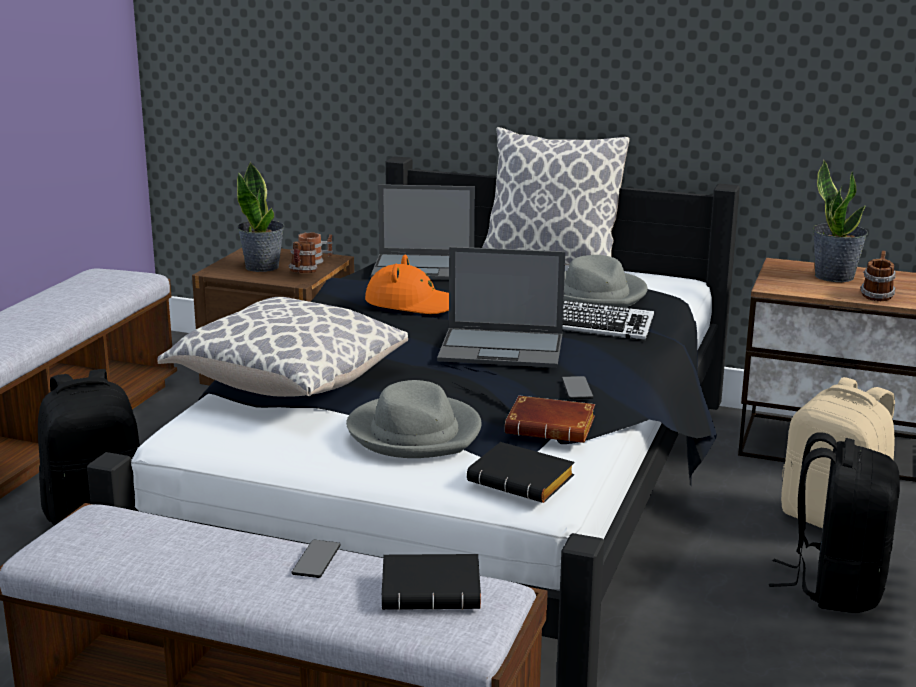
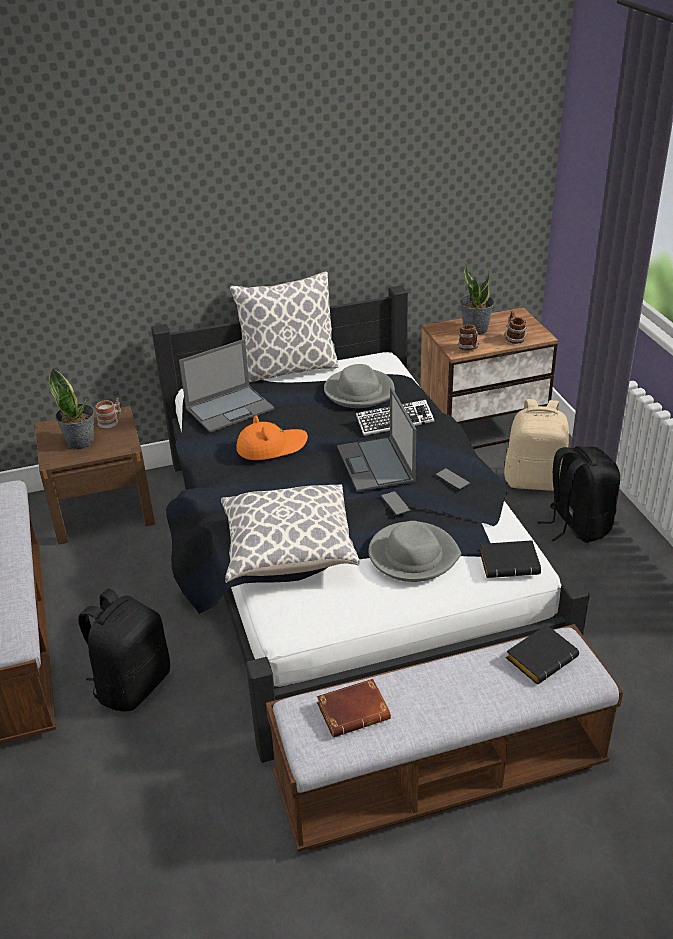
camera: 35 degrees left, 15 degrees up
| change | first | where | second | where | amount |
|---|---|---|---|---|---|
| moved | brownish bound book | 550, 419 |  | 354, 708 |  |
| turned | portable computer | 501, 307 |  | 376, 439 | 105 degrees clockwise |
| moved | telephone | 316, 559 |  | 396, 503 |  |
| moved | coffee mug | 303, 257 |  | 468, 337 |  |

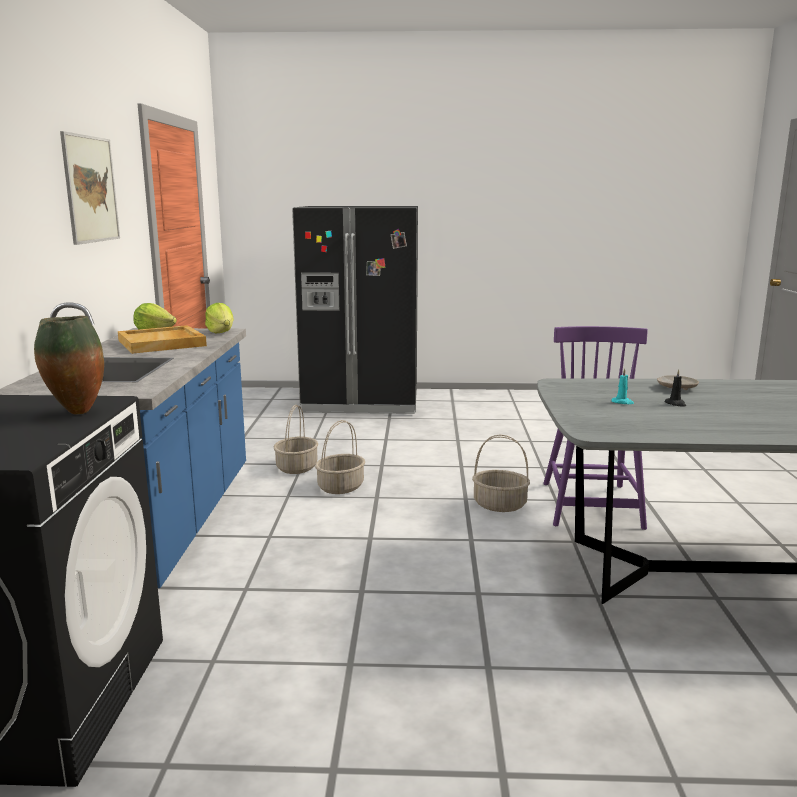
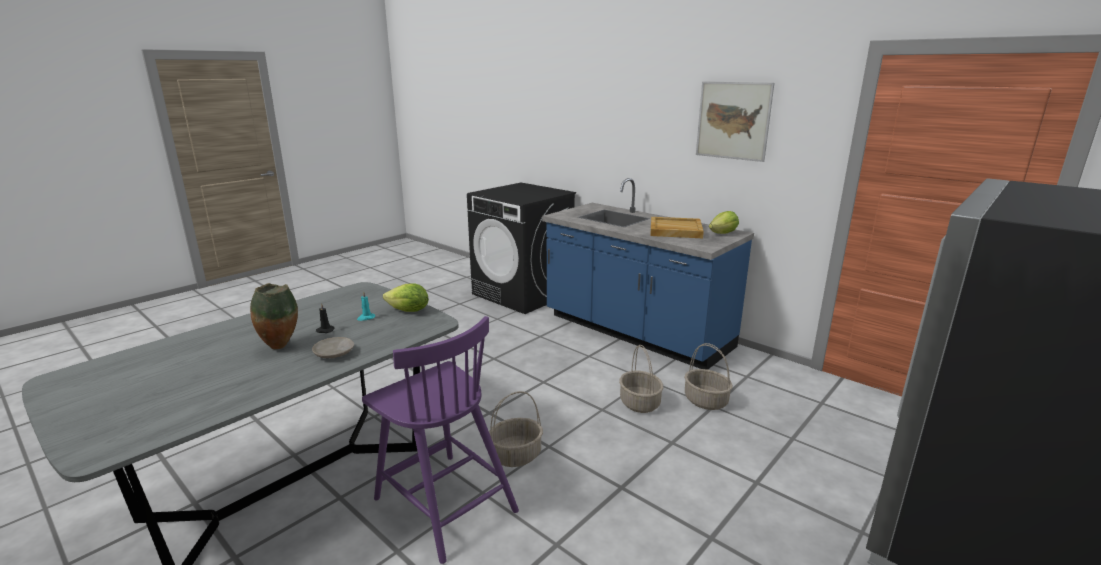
camera: 130 degrees right, 5 degrees up
| change | first | where | second | where | amount |
|---|---|---|---|---|---|
| moved | decorative vase | 69, 365 |  | 274, 316 |  |
| moved | head of lettuce | 219, 318 |  | 406, 297 |  |

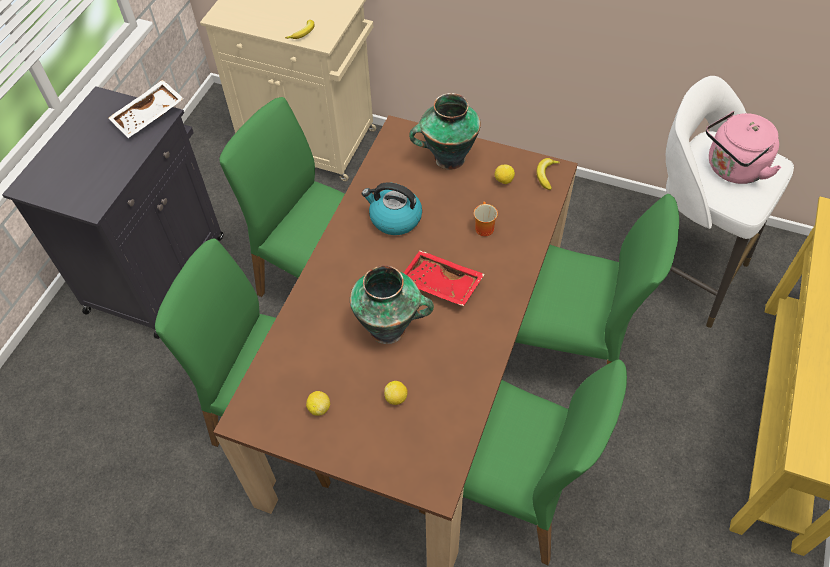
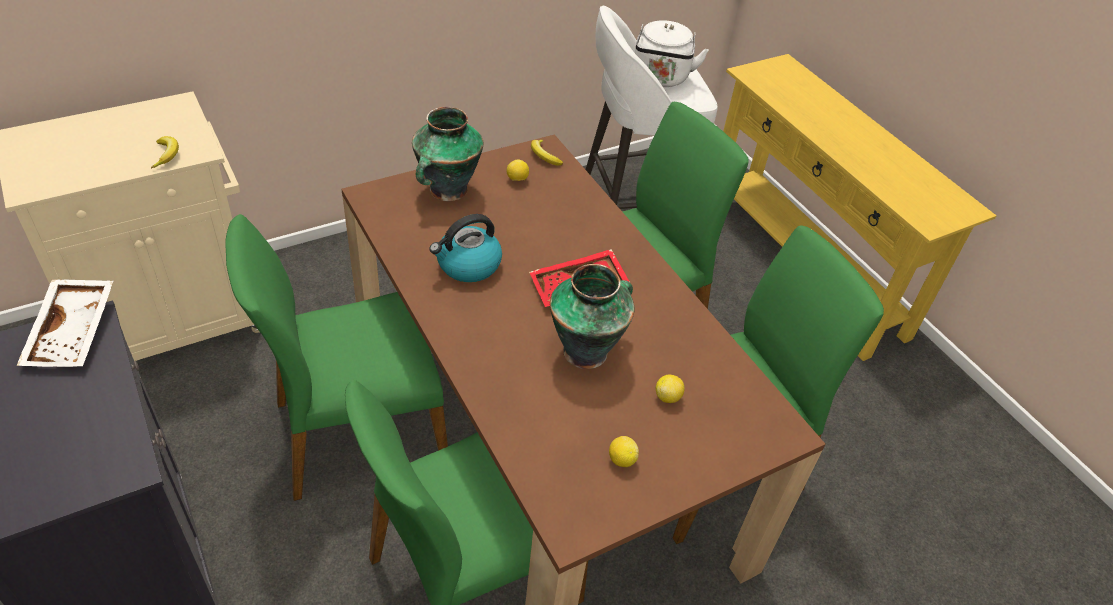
camera: 55 degrees left, 10 degrees down
| change | first | where | second | where | amount |
|---|---|---|---|---|---|
| recoloured | pink-coloured kettle | 743, 147 | white-coloured kettle | 672, 53 |  |
| removed | coffee mug | 486, 219 |  |  |  |

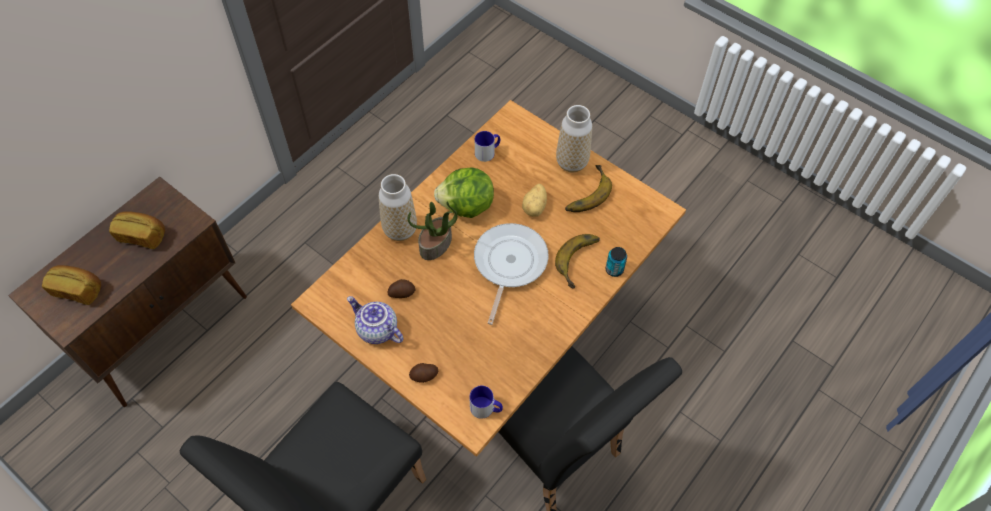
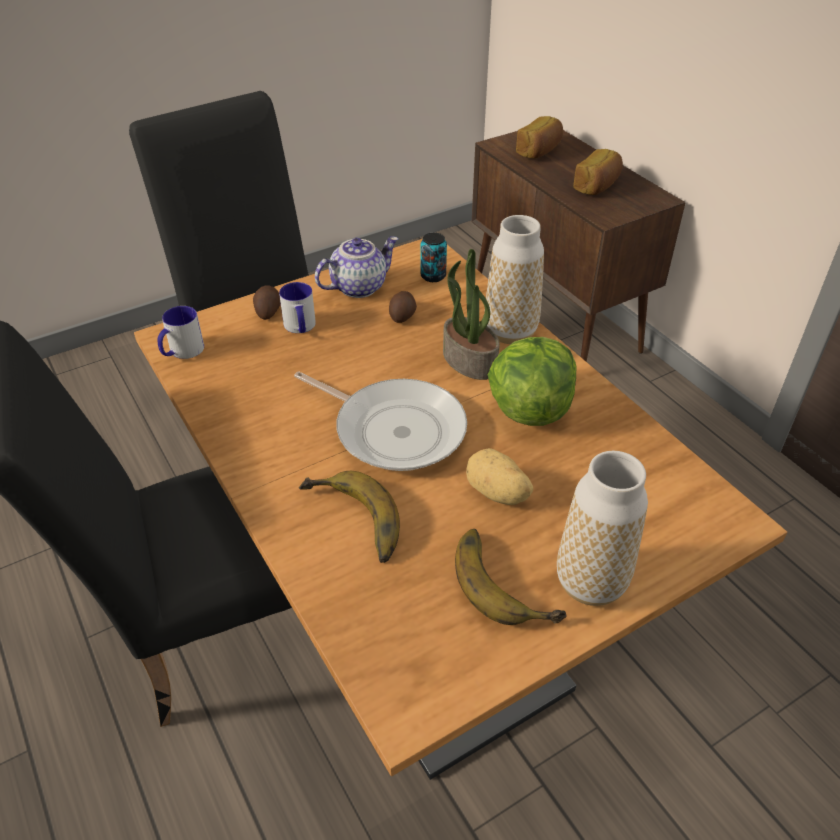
camera: 110 degrees right, 15 degrees down
| change | first | where | second | where | amount |
|---|---|---|---|---|---|
| moved | coffee mug | 487, 146 |  | 297, 307 |  |
| moved | sealed can | 616, 262 |  | 433, 257 |  |

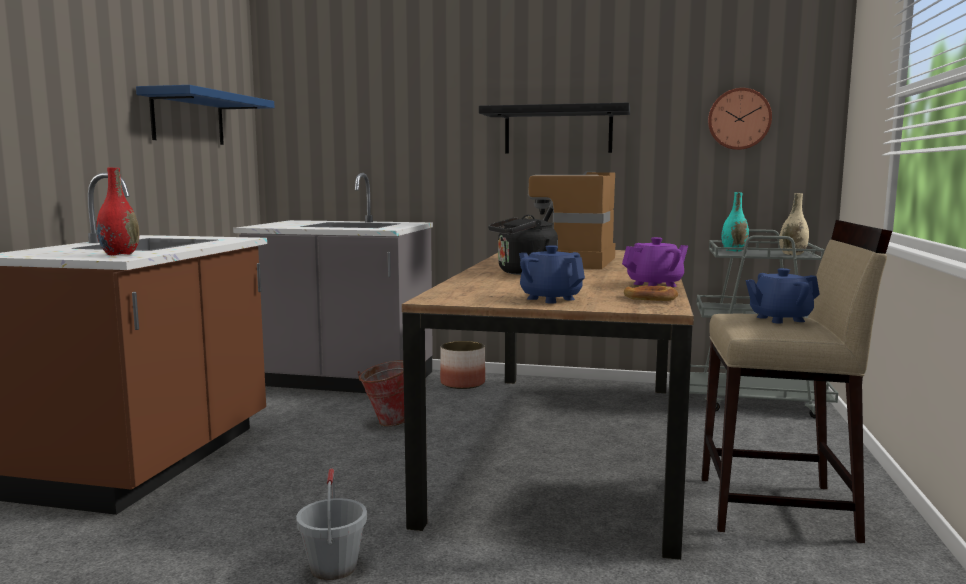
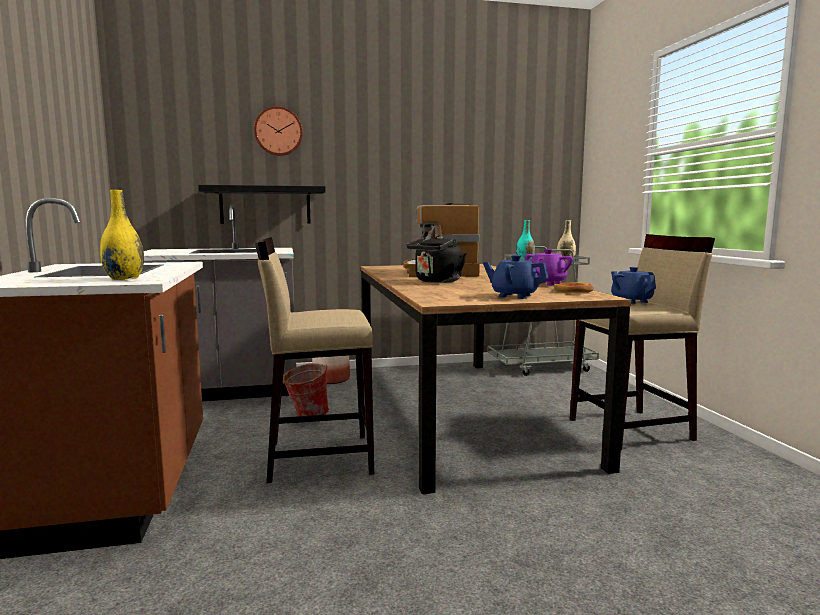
camera: 25 degrees left, 0 degrees up
| change | first | where | second | where | amount |
|---|---|---|---|---|---|
| recoloured | reddish decorative vase | 117, 211 | yellowish decorative vase | 122, 235 |  |
| moved | black wall shelf | 554, 127 |  | 262, 204 |  |
| moved | hanging clock | 740, 119 |  | 278, 131 |  |
| added |  |  | sand-coloured stool seat | 314, 360 |  |
| turned | blue teapot | 783, 296 |  | 633, 285 | 105 degrees clockwise |
| removed | blue wall shelf | 205, 115 |  |  |  |
| removed | grey bucket | 331, 524 |  |  |  |

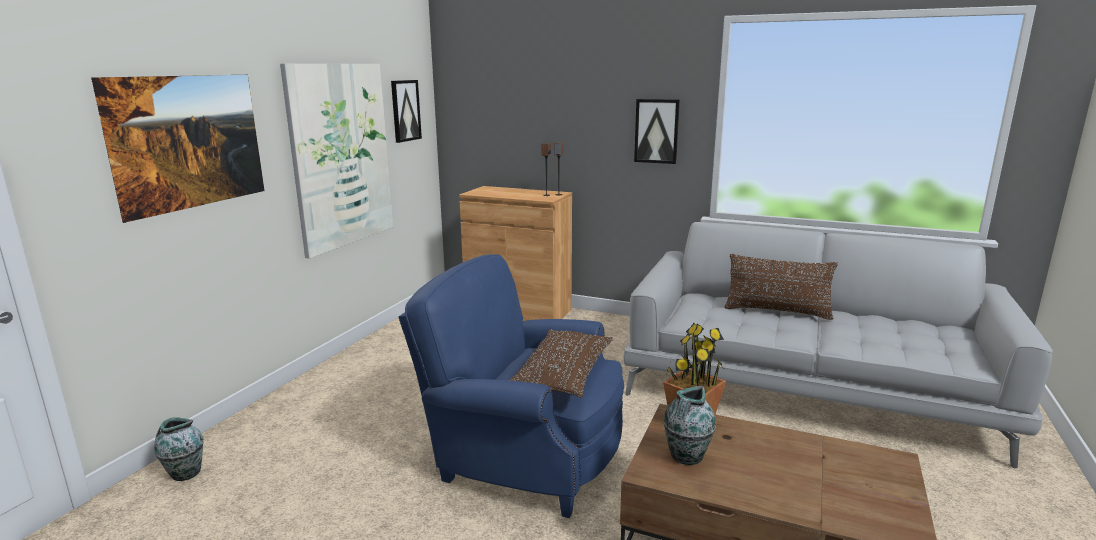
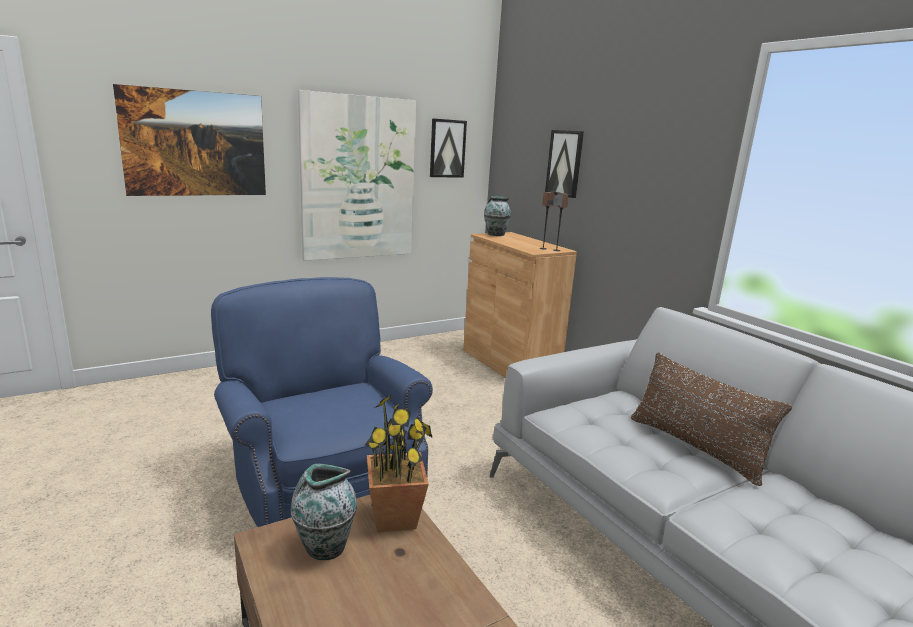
camera: 35 degrees right, 0 degrees up
| change | first | where | second | where | amount |
|---|---|---|---|---|---|
| moved | decorative vase | 179, 449 |  | 497, 216 |  |
| moved | wall picture | 657, 131 |  | 564, 164 |  |
| removed | brownish cushion | 561, 363 |  |  |  |

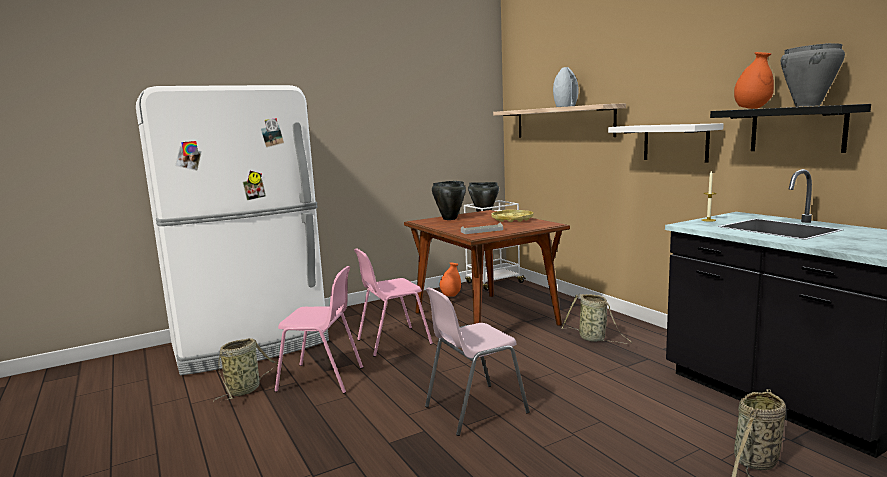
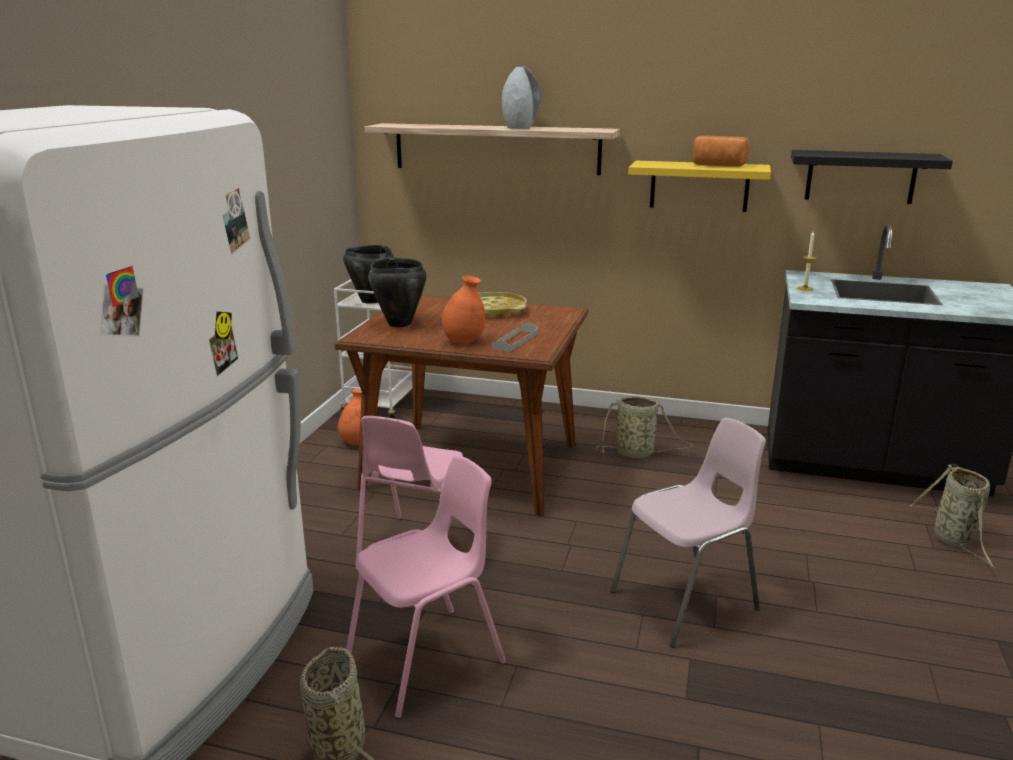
camera: 45 degrees left, 10 degrees up
| change | first | where | second | where | amount |
|---|---|---|---|---|---|
| moved | orange-coloured decorative vase | 754, 80 |  | 463, 310 |  |
| turned | pink-coloured chair | 477, 362 |  | 688, 533 | 135 degrees counterclockwise |
| recoloured | white-coloured wall shelf | 666, 143 | yellowish wall shelf | 699, 186 |  |
| added |  |  | bakery bread | 721, 151 |  |
| removed | grey saucepot | 813, 75 |  |  |  |

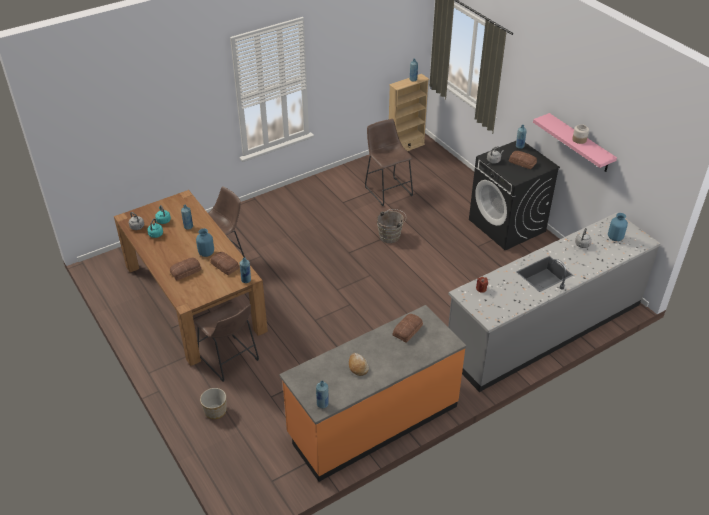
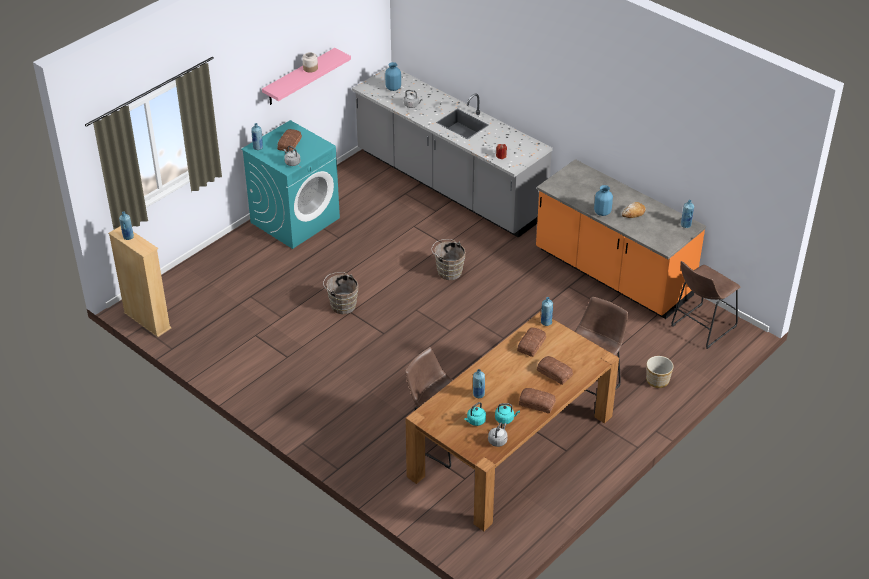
camera: 105 degrees left, 0 degrees up
| change | first | where | second | where | amount |
|---|---|---|---|---|---|
| recoloured | black washing machine | 514, 195 | turquoise washing machine | 290, 184 |  |
| added |  |  | brownish bucket | 448, 259 |  |
| moved | bakery bread | 408, 328 |  | 537, 401 |  |
| moved | blue decorative vase | 205, 243 |  | 603, 200 |  |
| moved | brownish stool seat | 389, 162 |  | 705, 305 |  |

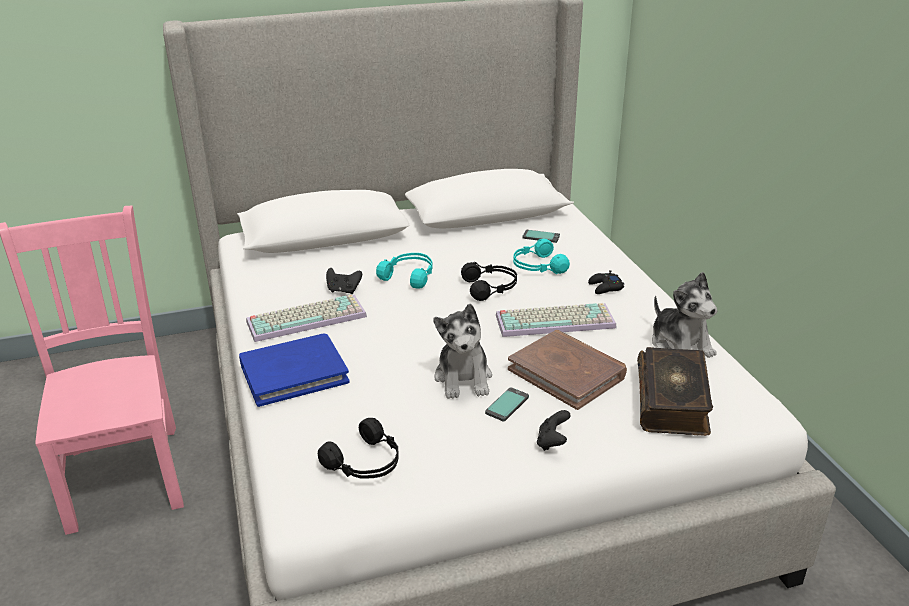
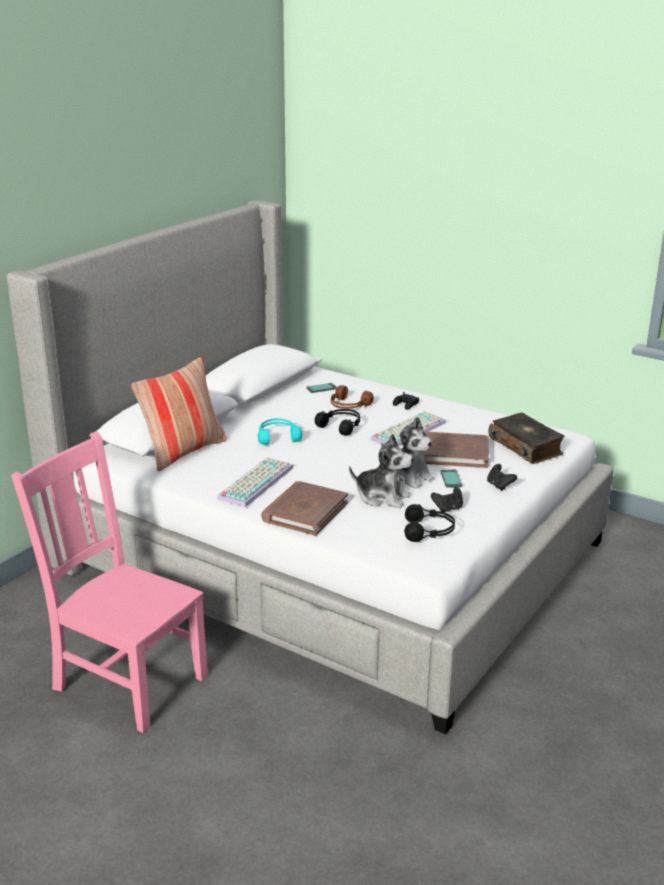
camera: 40 degrees left, 5 degrees down
| change | first | where | second | where | amount |
|---|---|---|---|---|---|
| added |  |  | cushion | 179, 414 |  |
| recoloured | blue bound book | 294, 370 | brownish bound book | 304, 508 |  |
| recoloured | turquoise headphones | 541, 256 | brownish headphones | 352, 397 |  |
| moved | plush toy | 684, 315 |  | 381, 471 |  |
| moved | black joypad | 344, 281 |  | 447, 499 |  |

